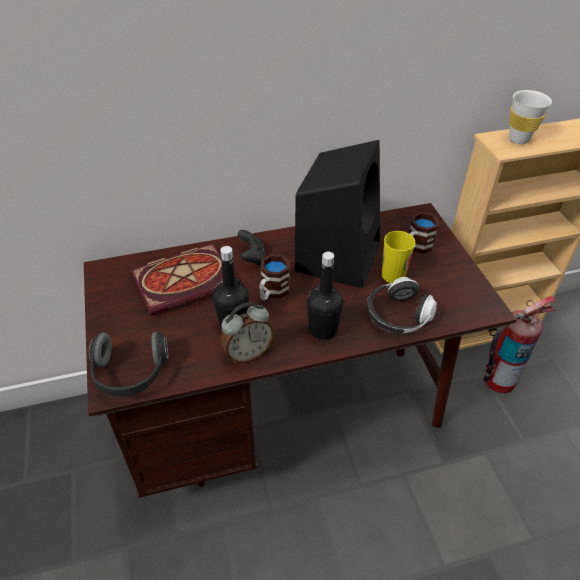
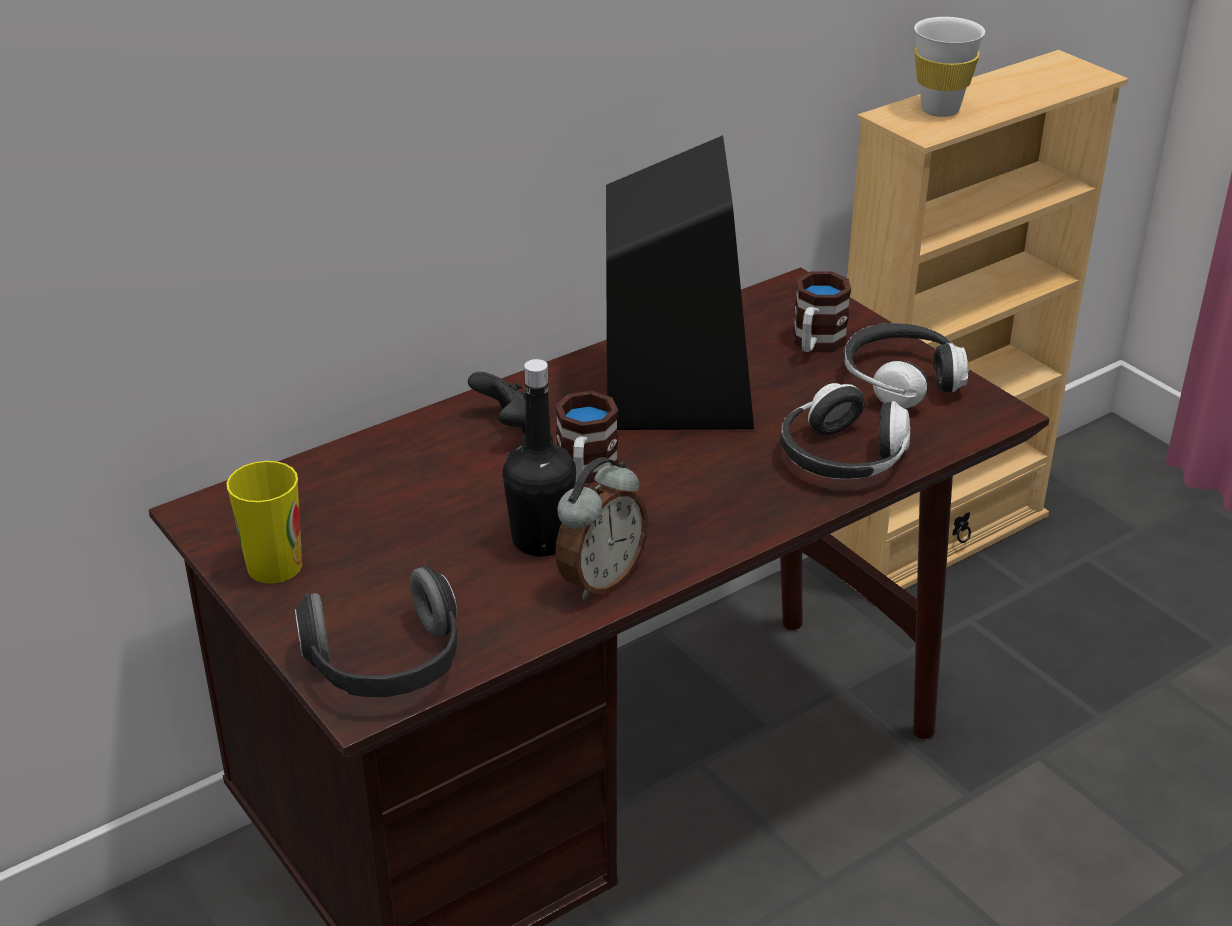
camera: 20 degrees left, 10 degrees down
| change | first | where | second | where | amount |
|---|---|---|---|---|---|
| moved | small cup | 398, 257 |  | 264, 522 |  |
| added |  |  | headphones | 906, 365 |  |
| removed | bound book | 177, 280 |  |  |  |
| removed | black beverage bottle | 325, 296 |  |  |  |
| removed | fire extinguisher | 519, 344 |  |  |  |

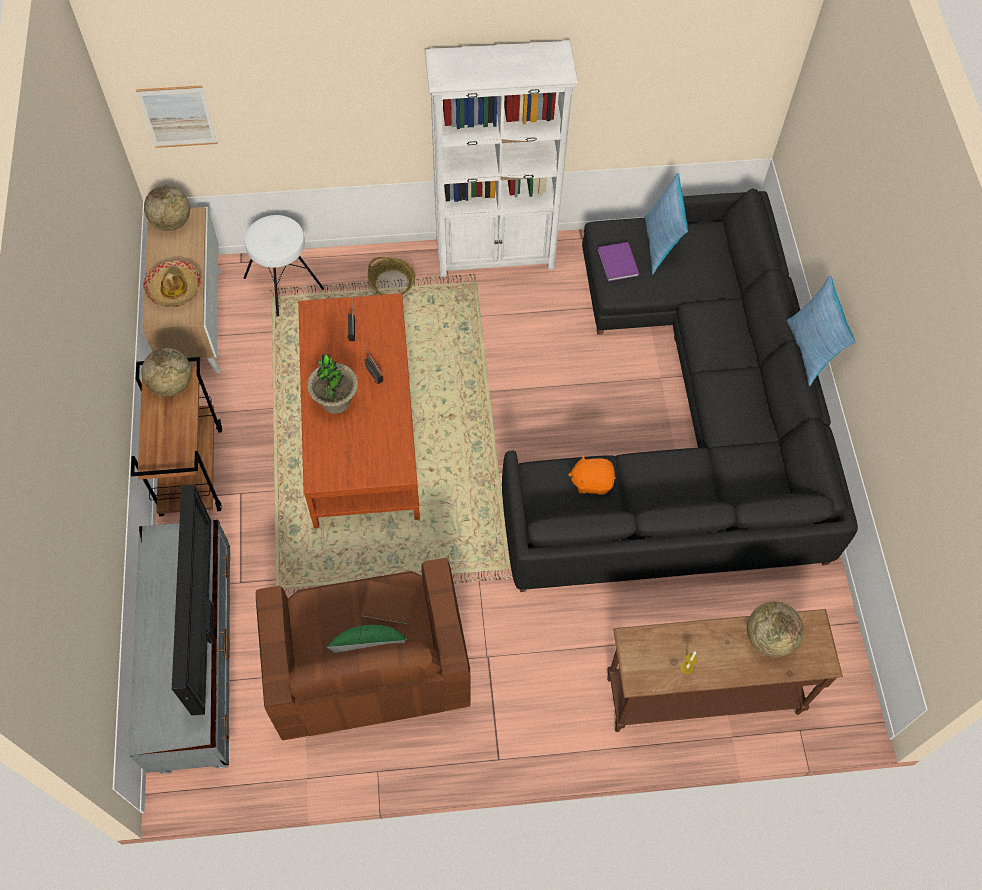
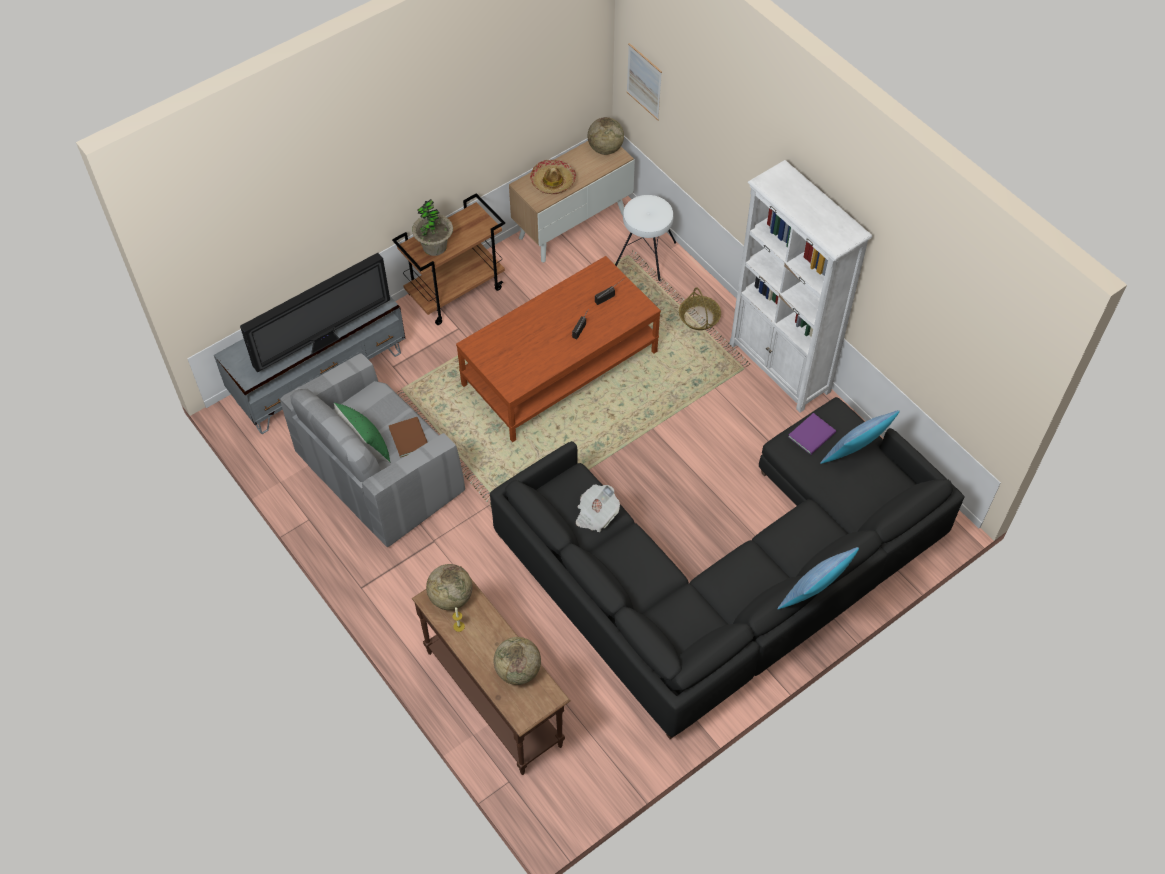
camera: 60 degrees right, 5 degrees down
| change | first | where | second | where | amount |
|---|---|---|---|---|---|
| recoloured | brownish easy chair | 363, 649 | grey easy chair | 372, 450 |  |
| moved | potted plant | 332, 384 |  | 432, 227 |  |
| moved | desk globe | 166, 372 |  | 449, 587 |  |
| replaced | orange-coloured plush toy | 592, 474 | daily paper | 598, 508 |  |

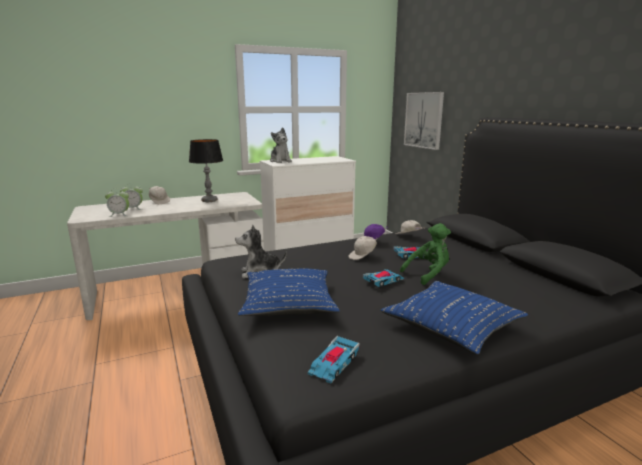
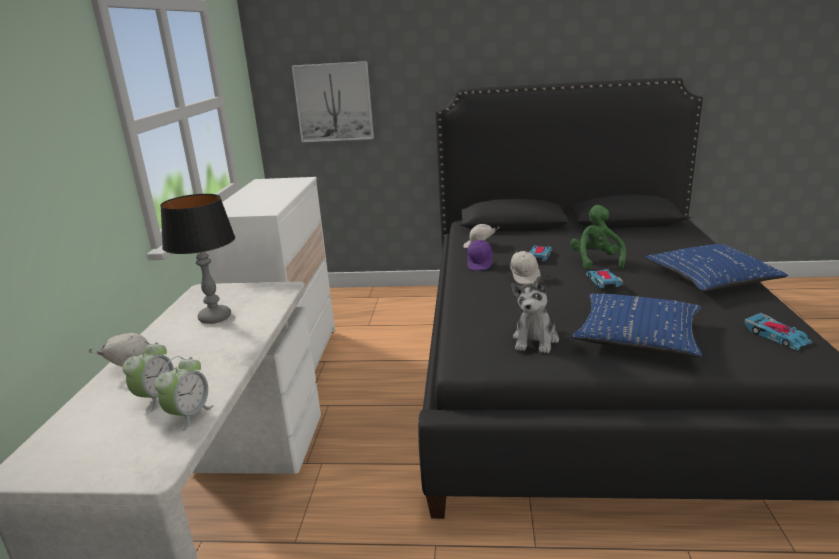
camera: 60 degrees left, 5 degrees up
| change | first | where | second | where | amount |
|---|---|---|---|---|---|
| removed | plush toy | 281, 145 |  |  |  |

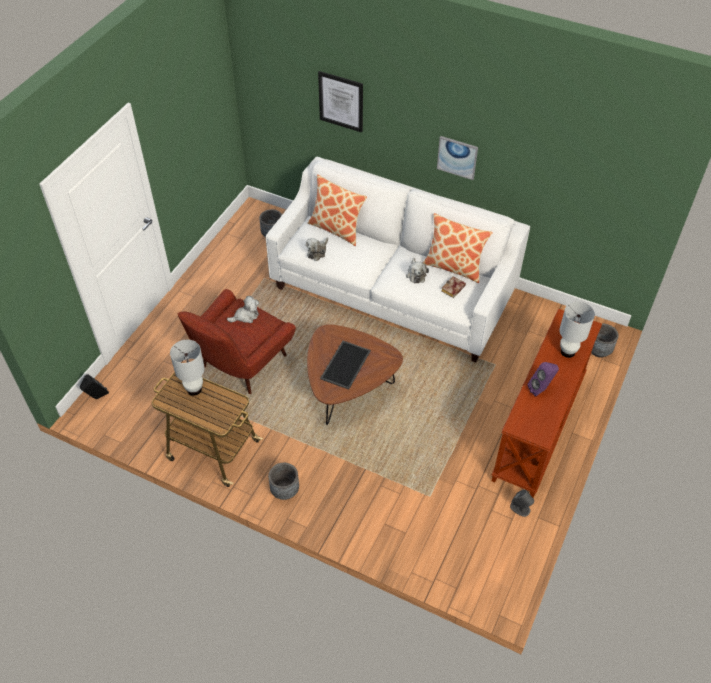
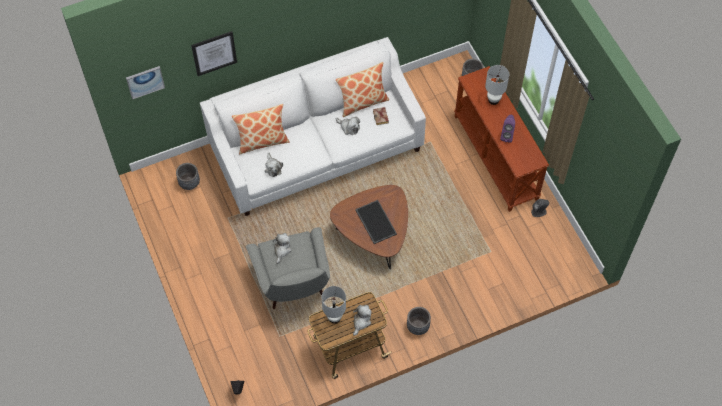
camera: 50 degrees left, 10 degrees up
| change | first | where | second | where | amount |
|---|---|---|---|---|---|
| moved | wall picture | 457, 158 |  | 145, 82 |  |
| recoloured | reddish easy chair | 237, 341 | grey easy chair | 288, 268 |  |
| added |  |  | plush toy | 362, 320 |  |

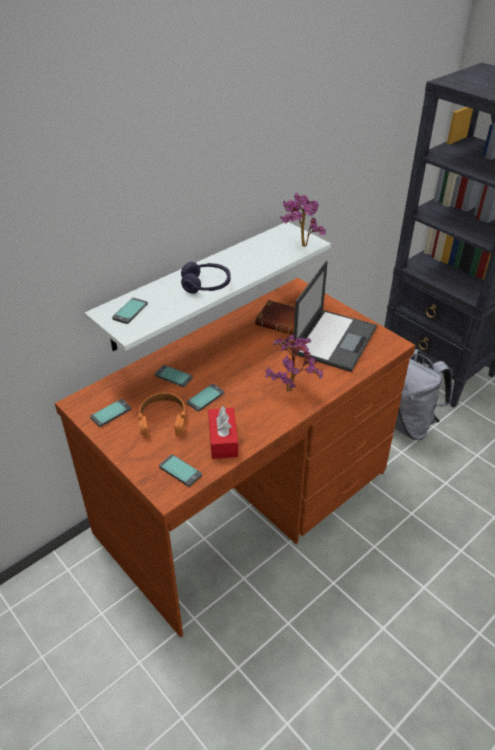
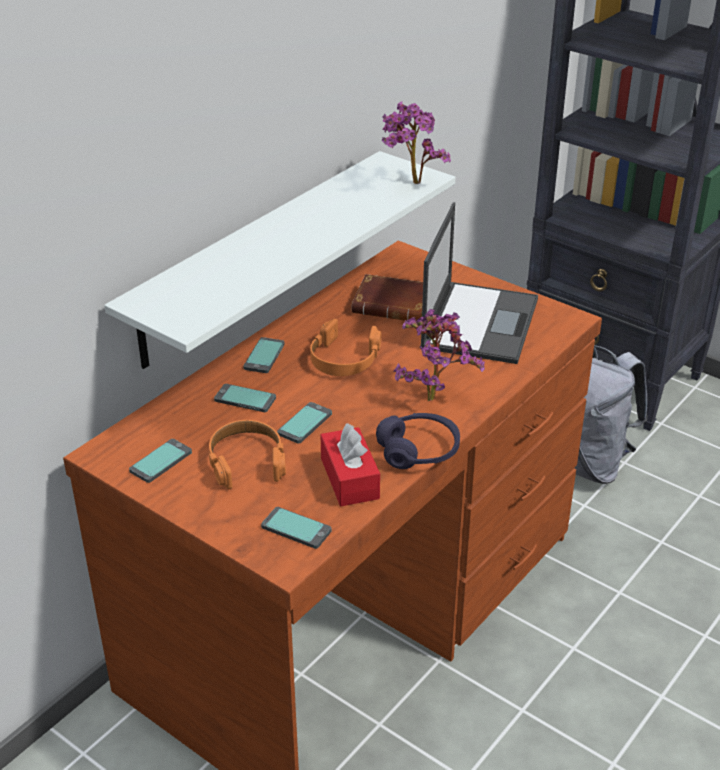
camera: 10 degrees left, 5 degrees down
| change | first | where | second | where | amount |
|---|---|---|---|---|---|
| moved | telephone | 130, 311 |  | 263, 355 |  |
| added |  |  | orange-coloured headphones | 345, 347 |  |
| moved | purple-coloured headphones | 206, 278 |  | 418, 441 |  |

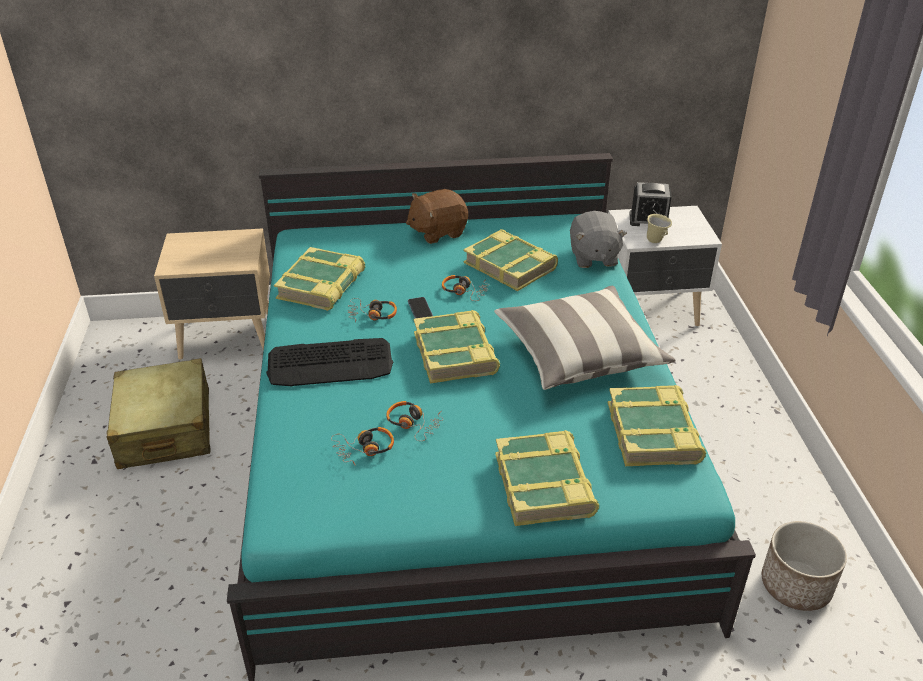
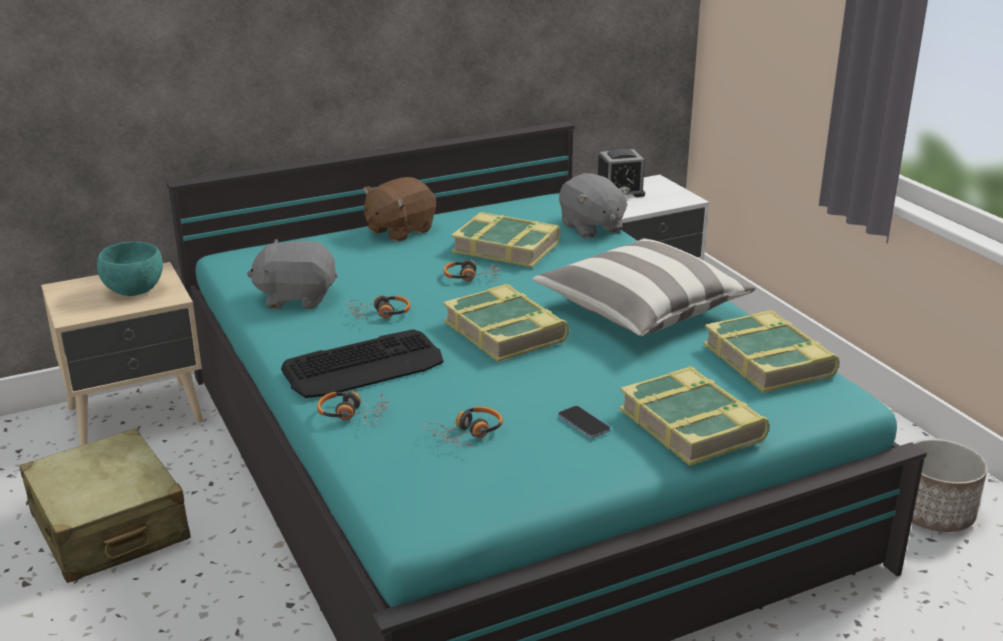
camera: 20 degrees left, 10 degrees down
| change | first | where | second | where | amount |
|---|---|---|---|---|---|
| added |  |  | turquoise serving bowl | 130, 268 |  |
| replaced | bound book | 320, 279 | grey plush toy | 292, 274 |  |
| moved | headphones | 414, 421 |  | 353, 409 |  |
| moved | telephone | 420, 307 |  | 584, 422 |  |
| removed | sand-coloured coffee mug | 659, 228 |  |  |  |

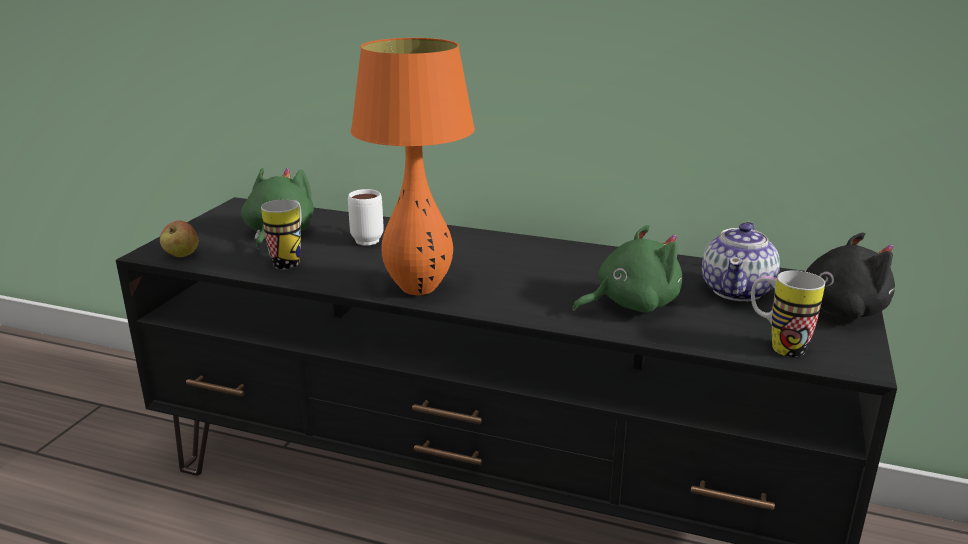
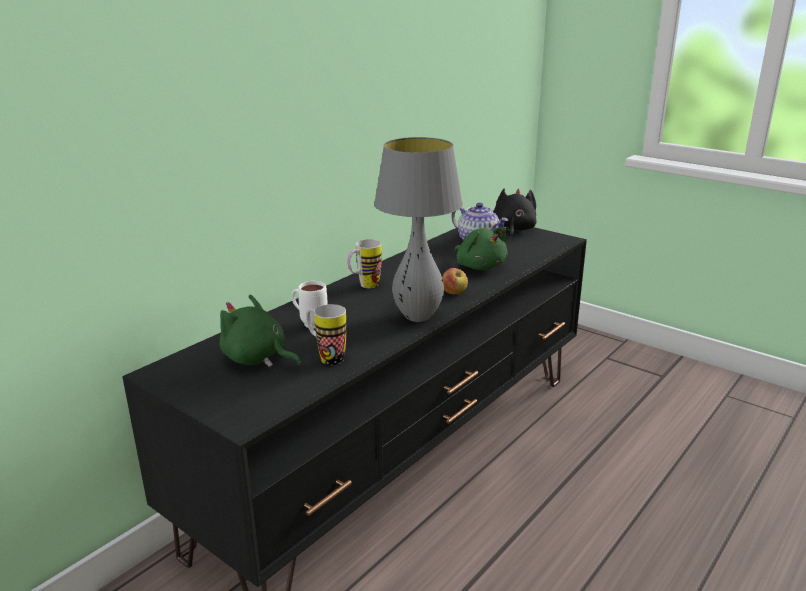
camera: 70 degrees left, 0 degrees up
| change | first | where | second | where | amount |
|---|---|---|---|---|---|
| moved | coffee mug | 788, 313 |  | 364, 263 |  |
| recoloured | orange-coloured table lamp | 413, 166 | grey table lamp | 418, 229 |  |
| moved | apple | 179, 239 |  | 455, 281 |  |
| turned | green plush toy | 627, 269 |  | 481, 248 | 150 degrees clockwise |

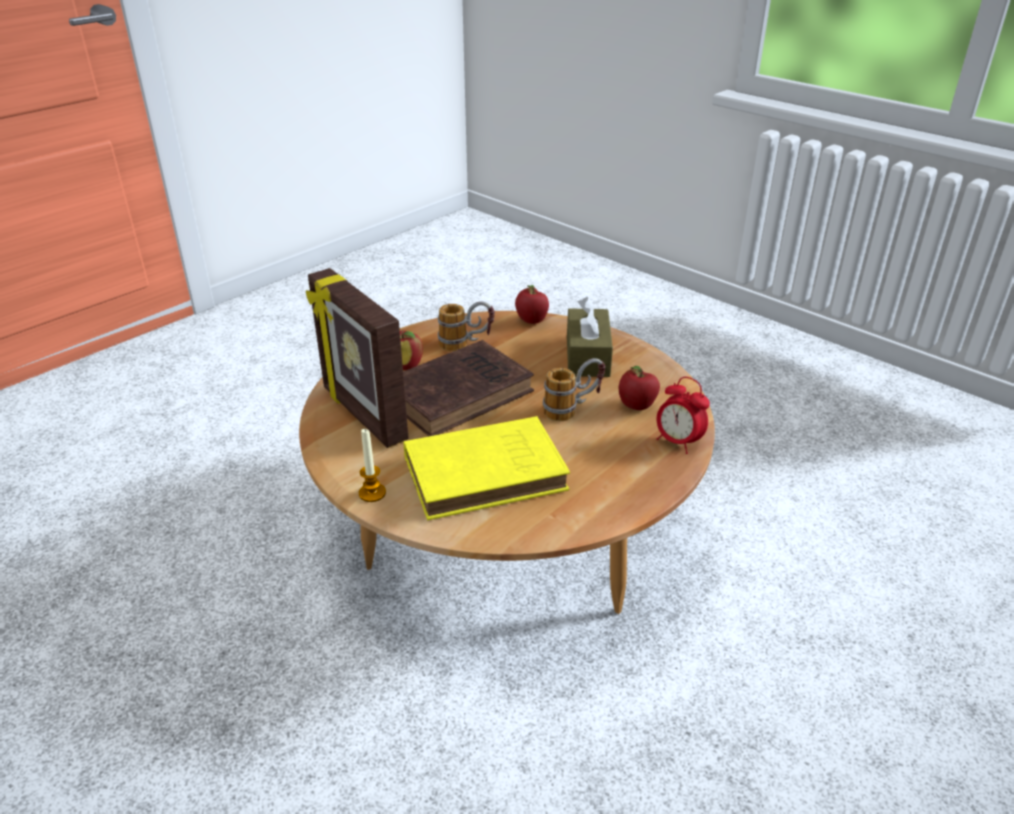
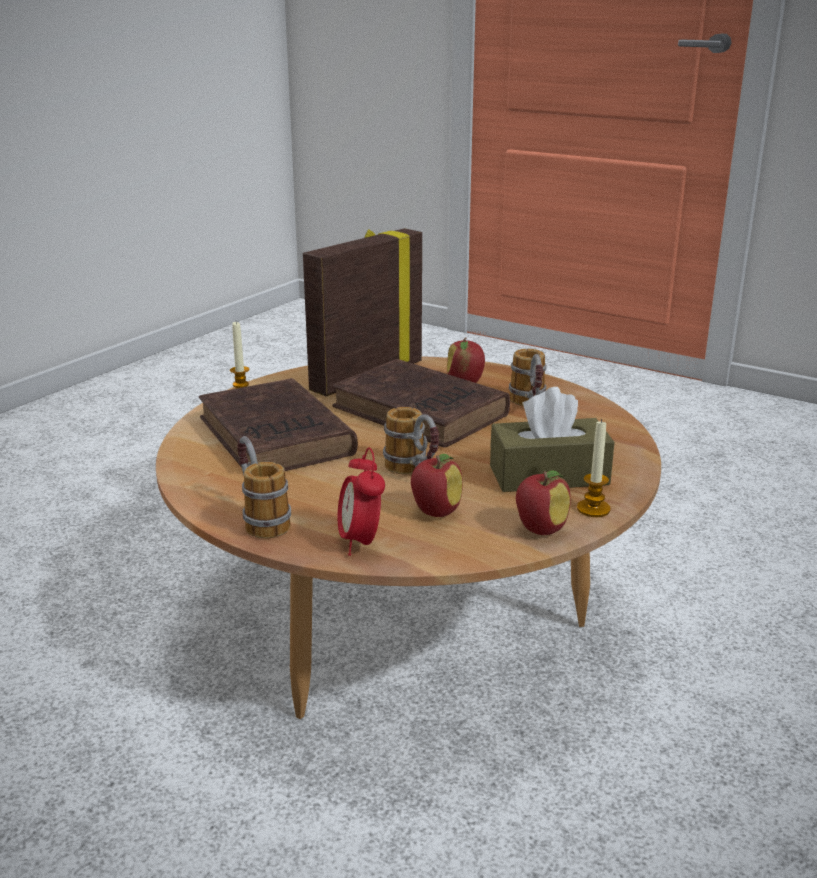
camera: 80 degrees right, 10 degrees down
| change | first | where | second | where | amount |
|---|---|---|---|---|---|
| recoloured | yellowish bound book | 487, 468 | brownish bound book | 278, 424 |  |
| added |  |  | coffee mug | 264, 487 |  |
| turned | bedside clock | 683, 415 |  | 361, 501 | 45 degrees counterclockwise |
| moved | apple | 532, 304 |  | 543, 502 |  |
| added |  |  | wax candle | 594, 468 |  |

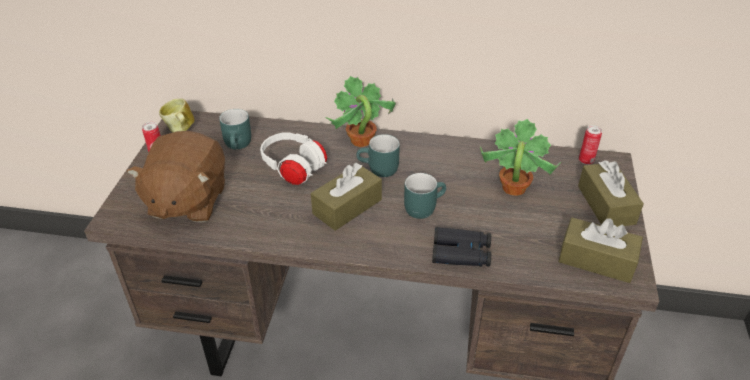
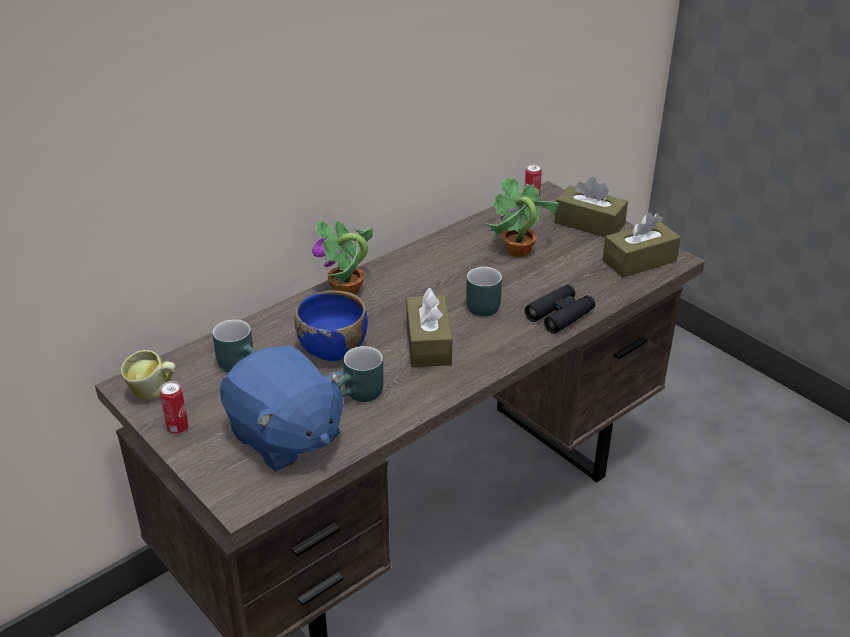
camera: 50 degrees left, 5 degrees down
| change | first | where | second | where | amount |
|---|---|---|---|---|---|
| recoloured | brownish plush toy | 176, 177 | blue plush toy | 282, 408 |  |
| replaced | white-coloured headphones | 293, 159 | blue serving bowl | 331, 325 |  |
| moved | turquoise coffee mug | 378, 155 |  | 361, 374 |  |

